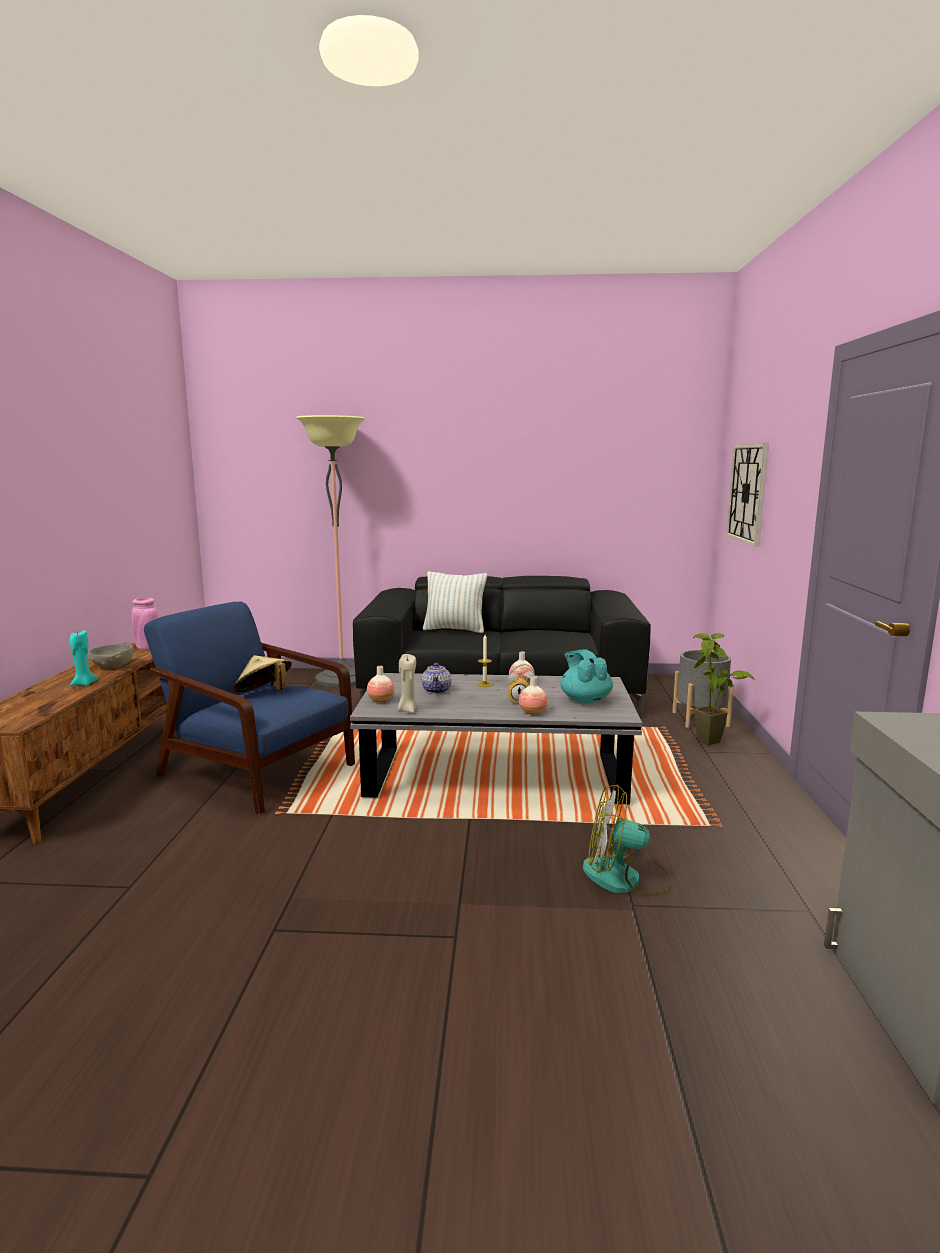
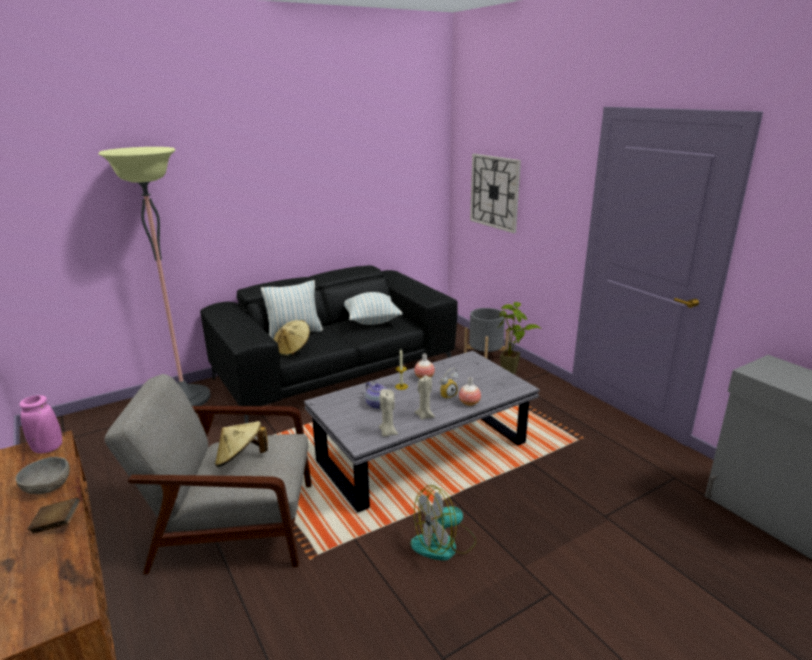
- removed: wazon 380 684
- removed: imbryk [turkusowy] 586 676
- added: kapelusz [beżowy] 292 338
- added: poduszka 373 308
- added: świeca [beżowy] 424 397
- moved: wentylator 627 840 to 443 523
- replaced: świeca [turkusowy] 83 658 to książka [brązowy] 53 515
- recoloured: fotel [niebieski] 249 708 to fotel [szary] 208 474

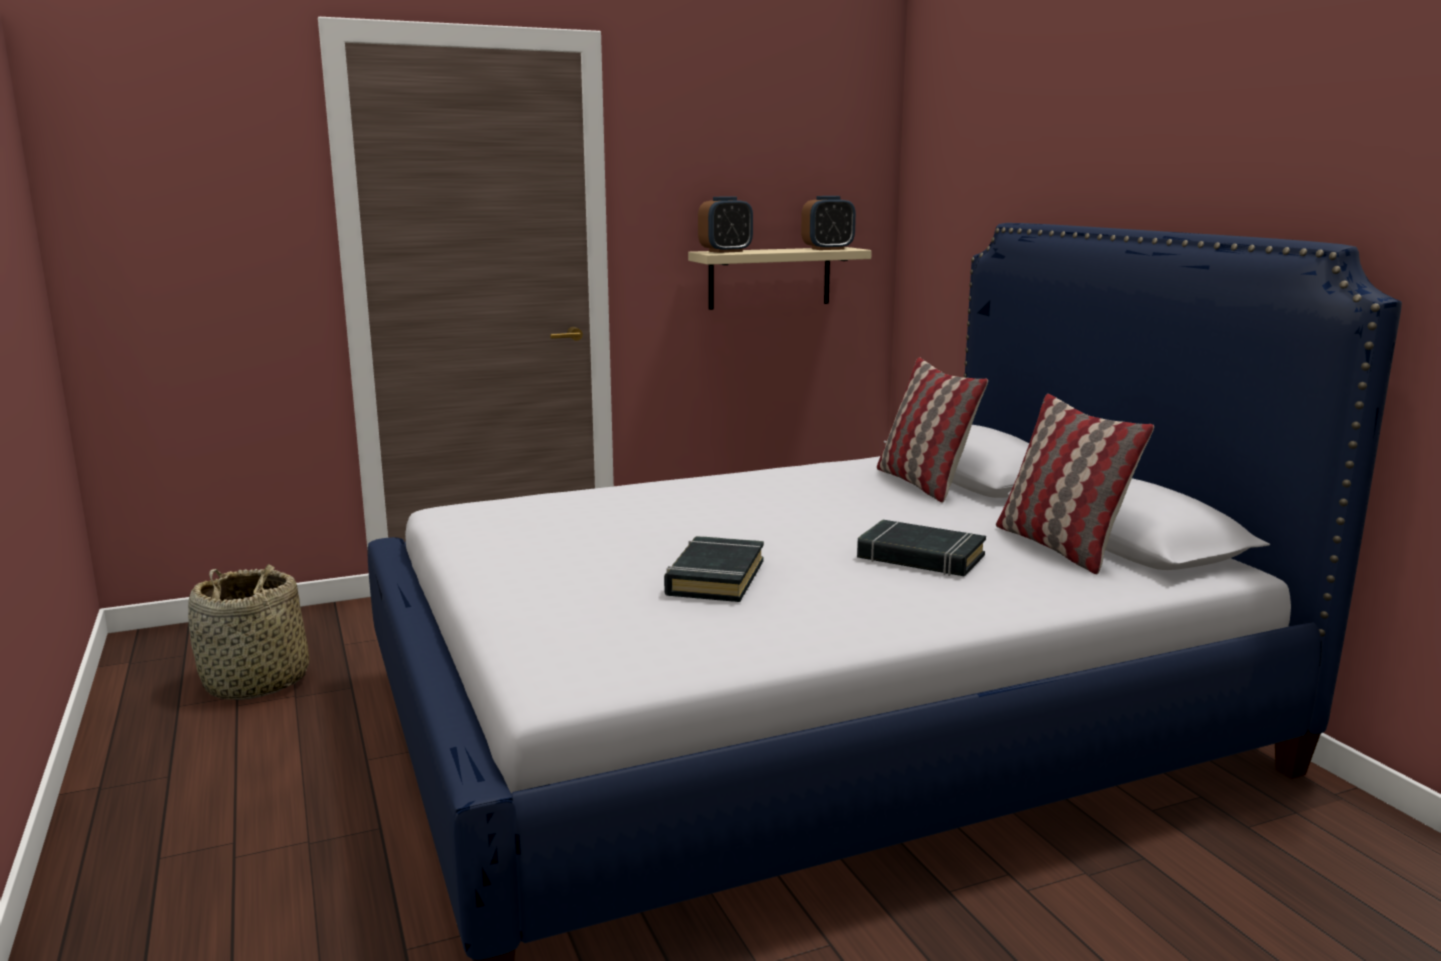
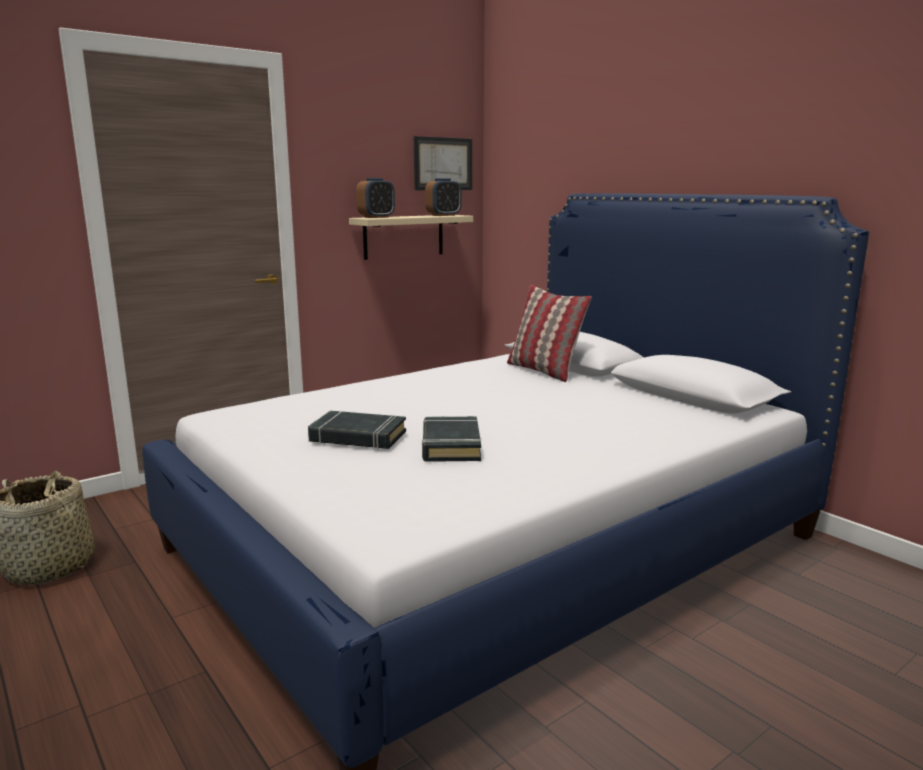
- removed: poduszka 1075 484
- added: obraz 443 163
- moved: książka [czarny] 921 548 to 357 430

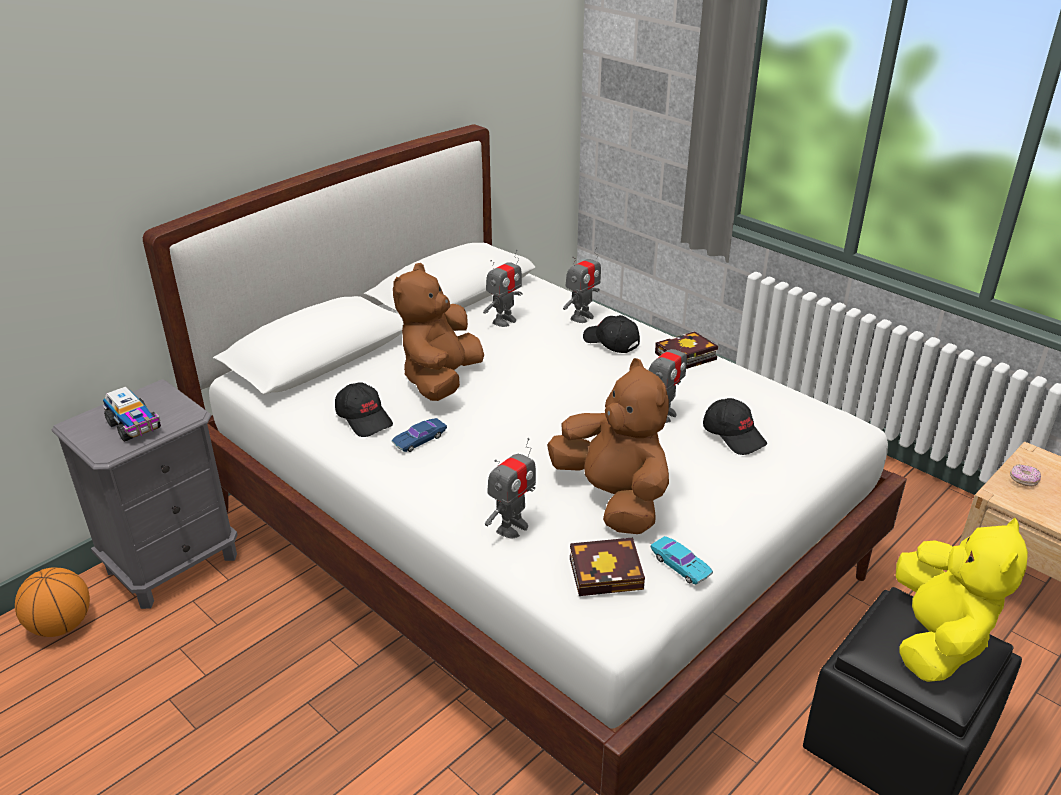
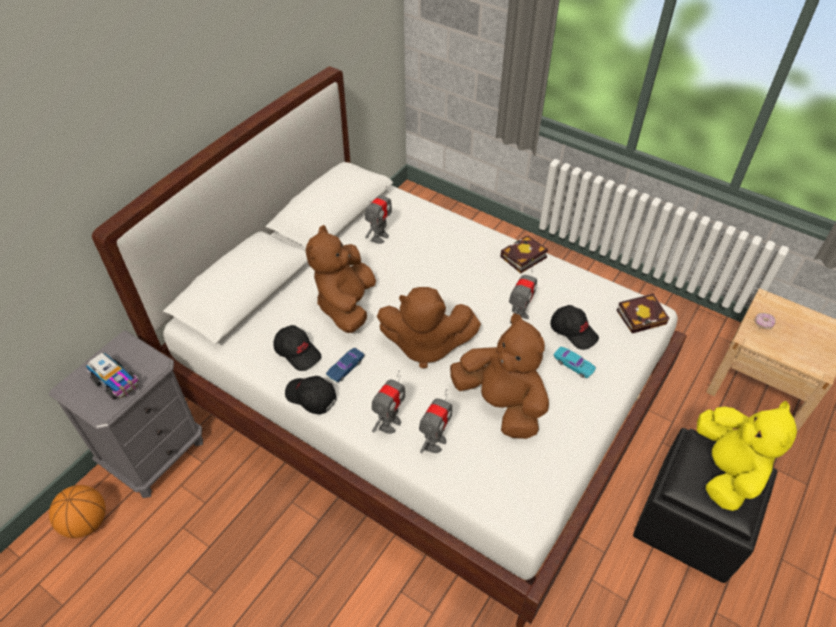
- added: pluszak [brązowy] 429 327
- moved: robot zabawkowy 582 284 to 388 402
- moved: książka 607 566 to 643 314
- moved: czapka z daszkiem [czarny] 611 334 to 310 395
- moved: samochodzik [turkusowy] 682 560 to 575 362

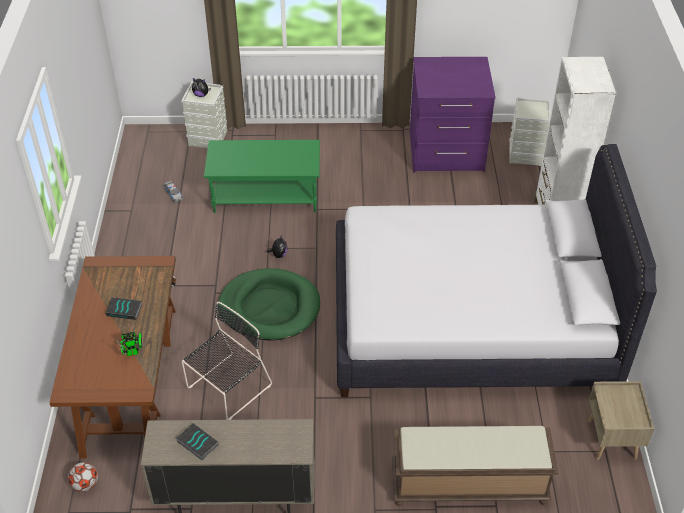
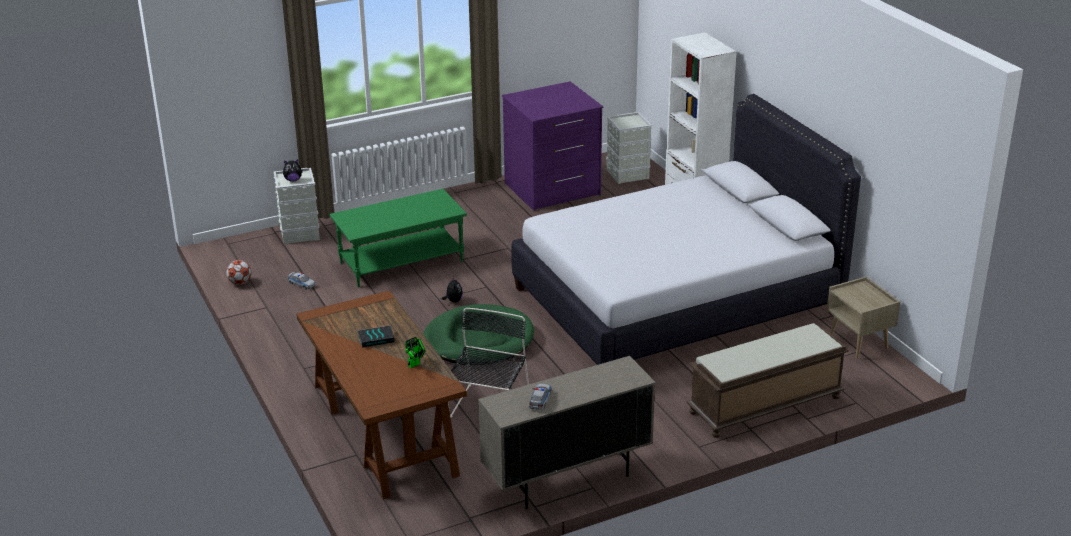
- moved: piłka futbolowa 83 477 to 238 272
- replaced: książka 197 442 to samochodzik 540 397

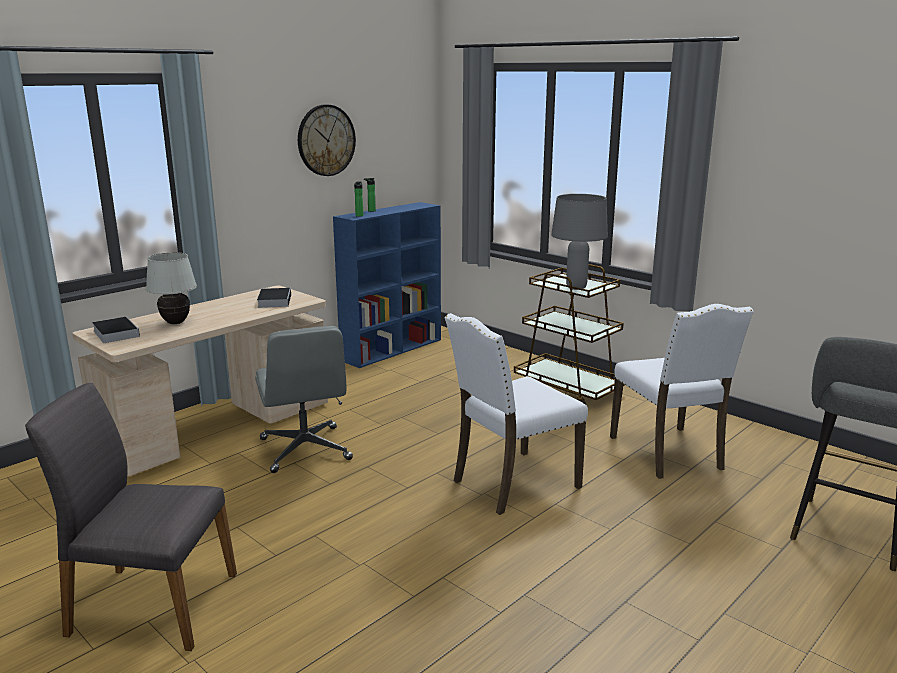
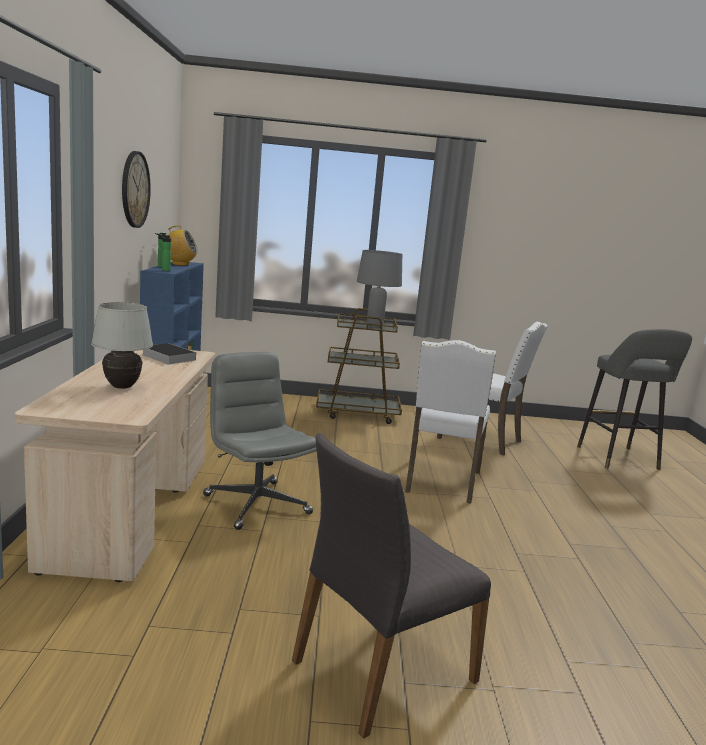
- removed: książka 116 330
- added: radio 179 246
- turned: krzesło biurowe [szary] 304 399 = 260 441 150 degrees counterclockwise

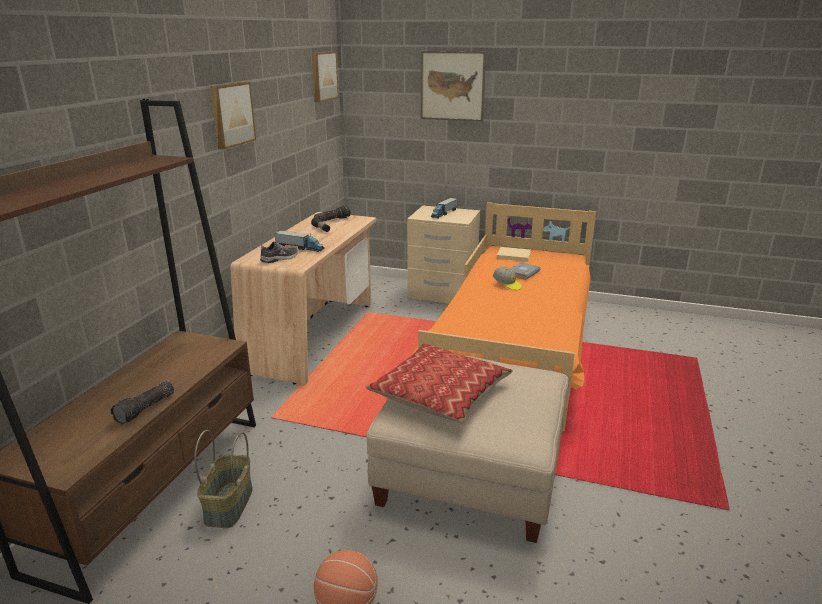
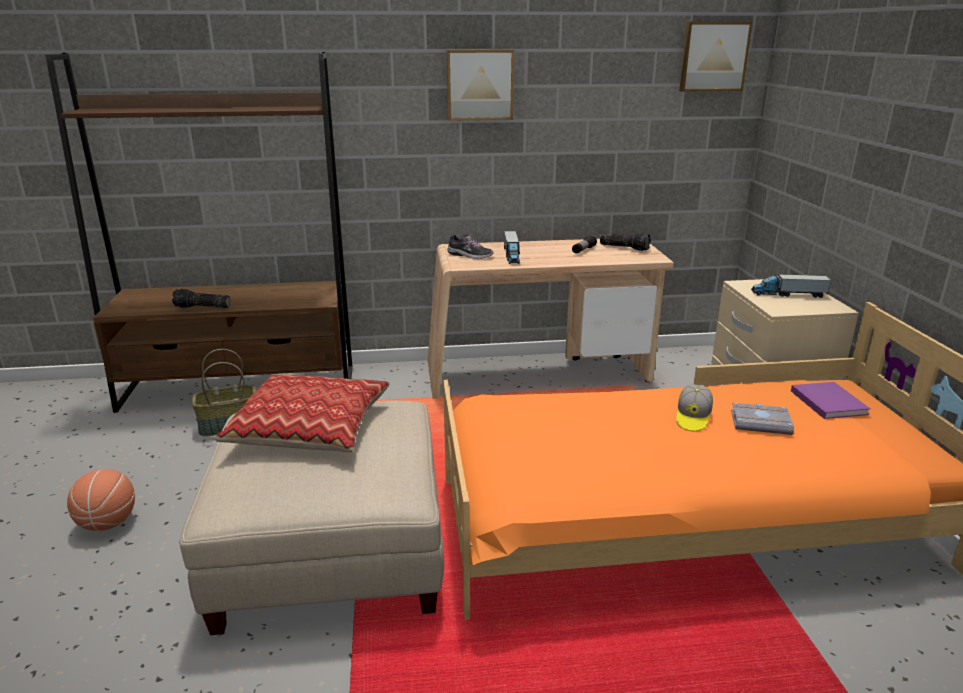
- removed: obraz 453 86
- recoloured: książka [beżowy] 514 254 to książka [fioletowy] 831 400

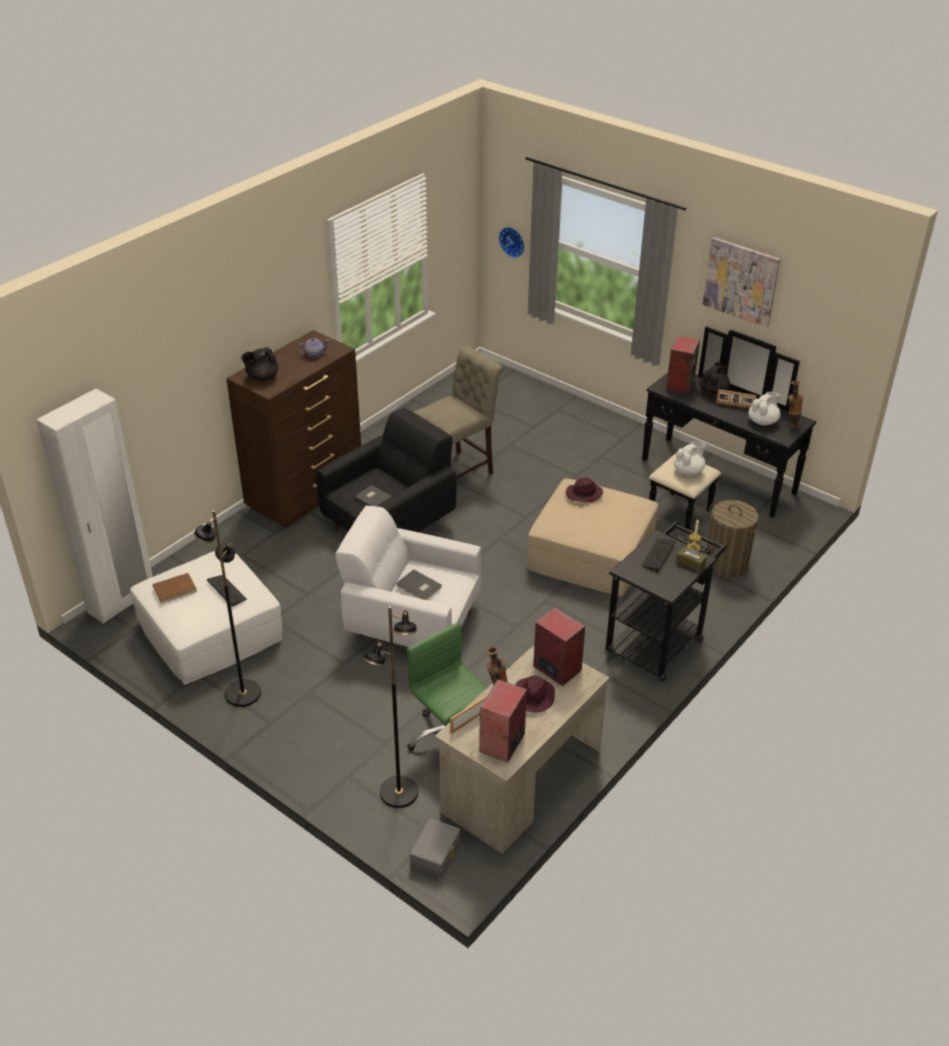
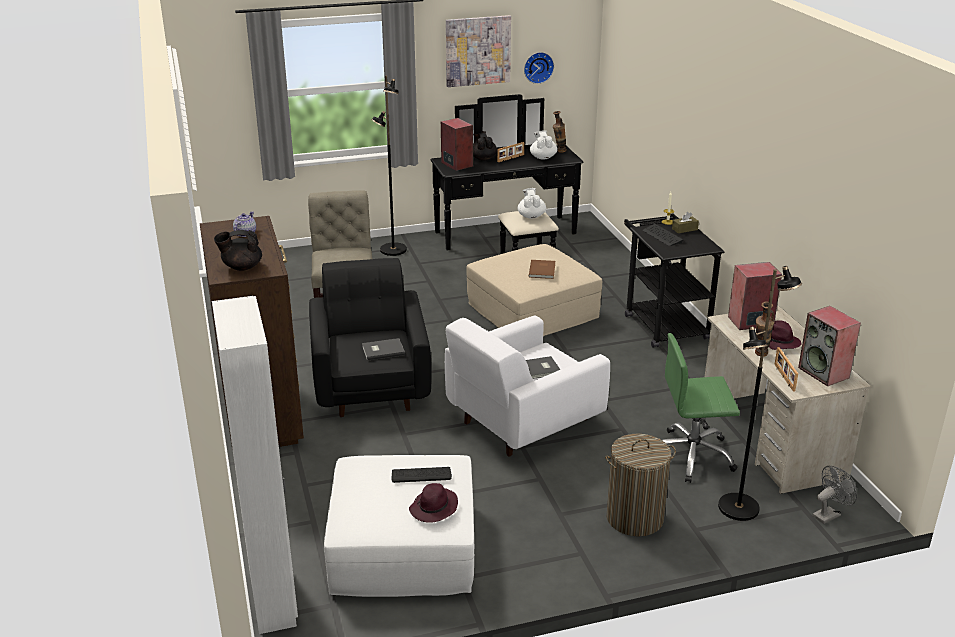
- moved: książka [brązowy] 174 588 to 542 269
- moved: lampa stojąca [czarny] 227 608 to 389 166
- moved: zegar ścienny 512 242 to 539 68
- moved: kapelusz [fioletowy] 584 490 to 433 503
- moved: kosz na pranie 734 539 to 640 485
- replaced: pojemnik do przechowywania [szary] 435 848 to wentylator [szary] 834 495
- turned: imbryk [czarny] 259 364 = 238 250 75 degrees clockwise

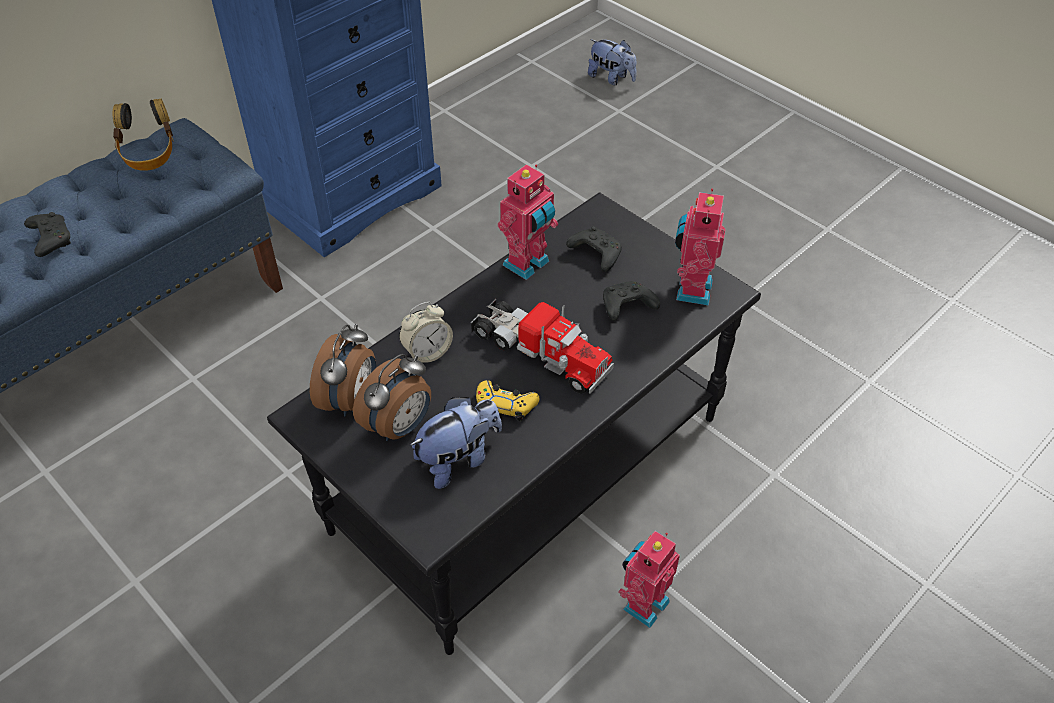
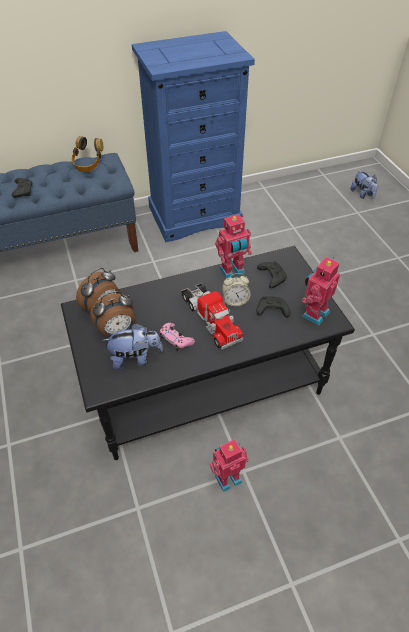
- moved: budzik 426 332 to 236 290
- recoloured: pad do gier [żółty] 508 400 to pad do gier [różowy] 177 337

